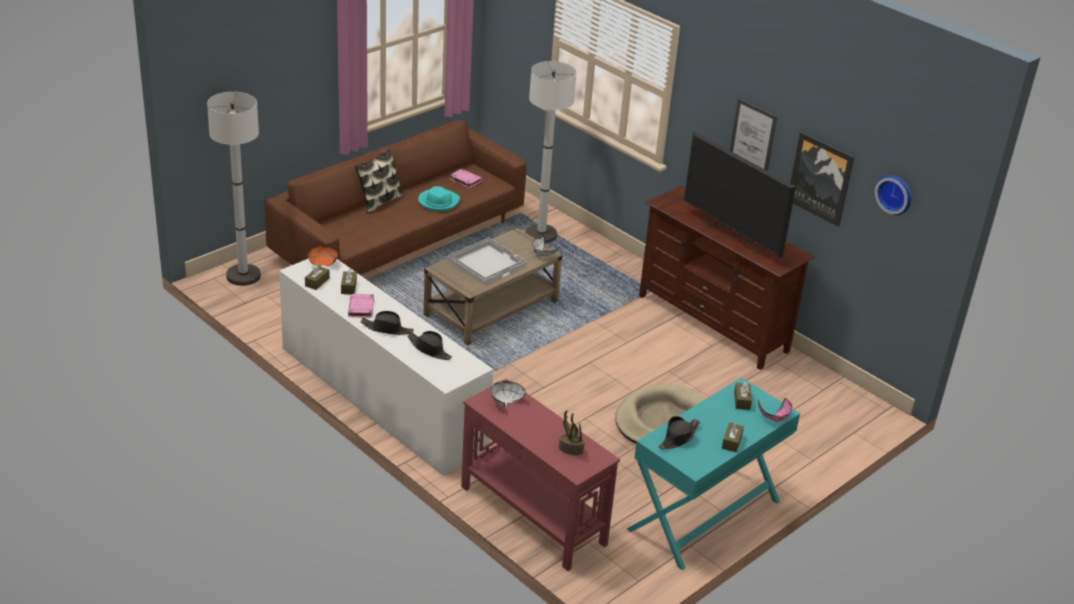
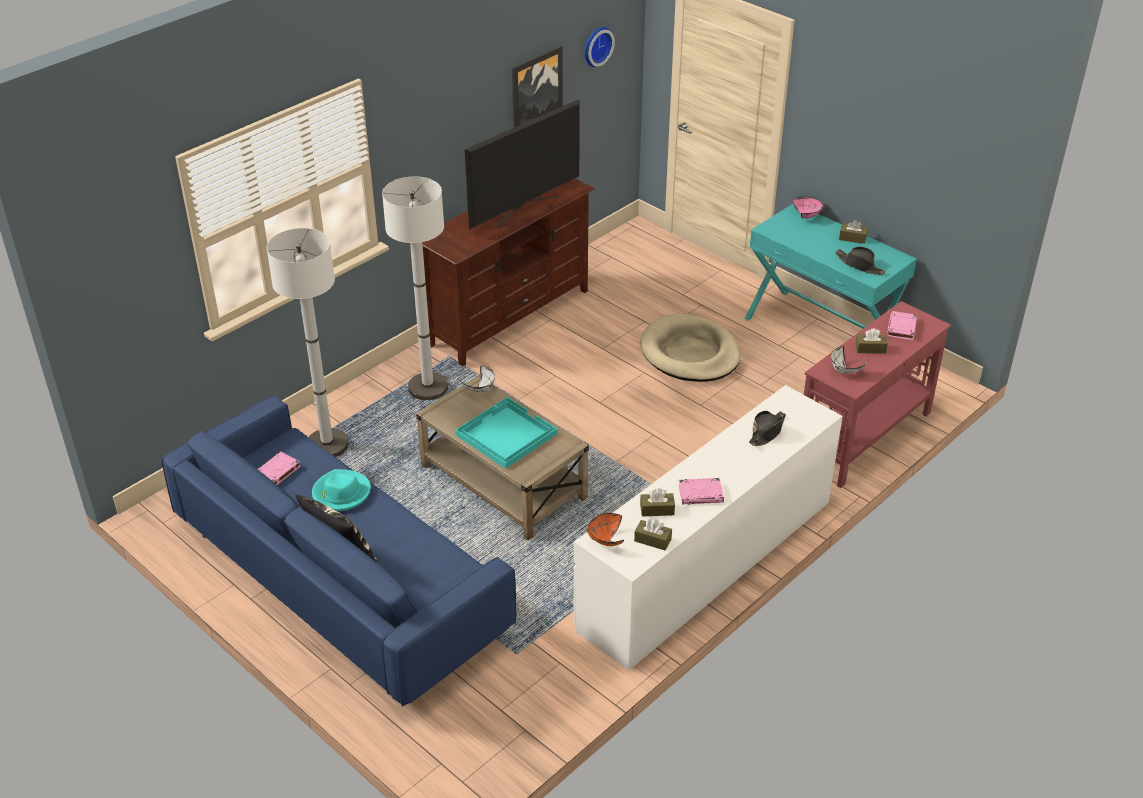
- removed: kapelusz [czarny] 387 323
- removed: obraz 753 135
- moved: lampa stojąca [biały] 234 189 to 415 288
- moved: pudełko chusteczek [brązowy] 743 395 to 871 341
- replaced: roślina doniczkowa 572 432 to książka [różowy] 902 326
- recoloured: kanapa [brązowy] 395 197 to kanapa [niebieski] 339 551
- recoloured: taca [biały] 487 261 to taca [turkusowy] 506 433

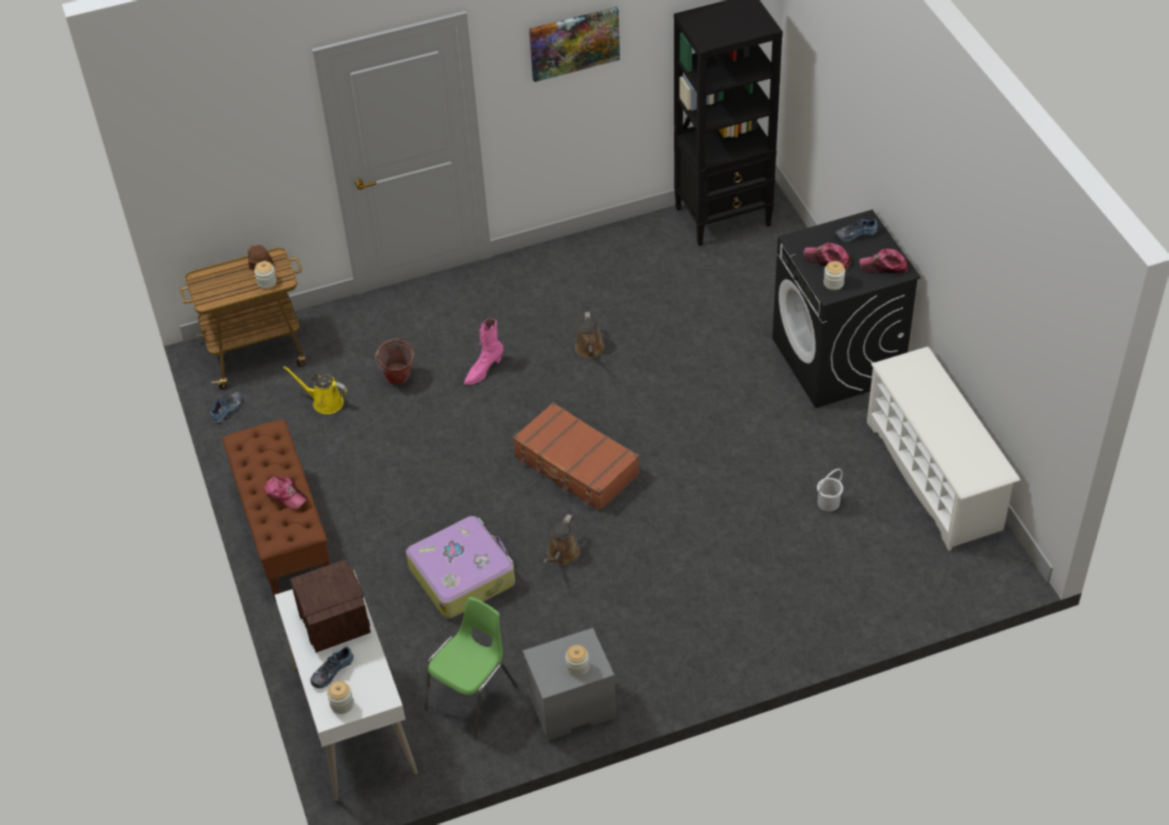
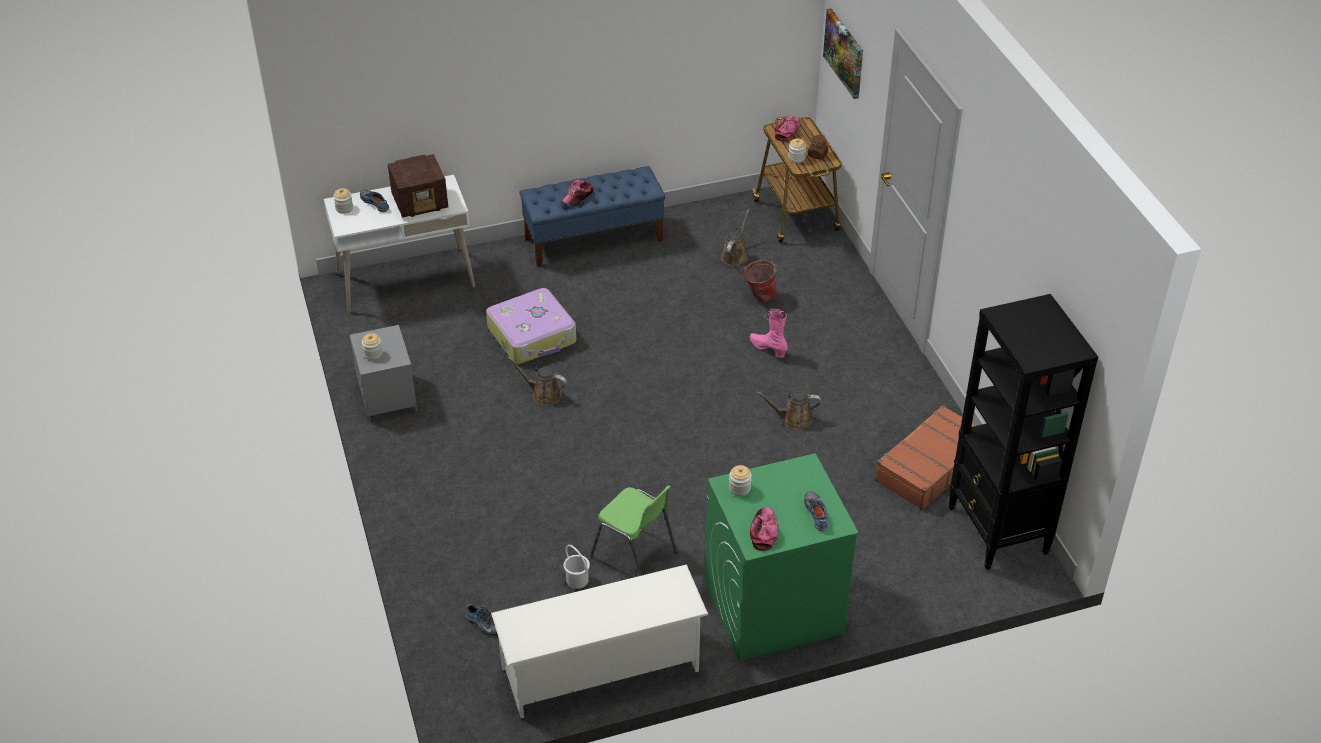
- moved: but 226 408 to 481 620
- moved: krzesło [zielony] 471 668 to 634 530
- moved: walizka [brązowy] 576 456 to 926 457
- moved: obraz 574 44 to 843 53
- moved: czapka z daszkiem 827 256 to 788 128
- recoloured: ławka [brązowy] 276 511 to ławka [niebieski] 592 216
- recoloured: konewka [żółty] 315 390 to konewka [brązowy] 735 237
- recoloured: pralka [czarny] 846 309 to pralka [zielony] 782 557

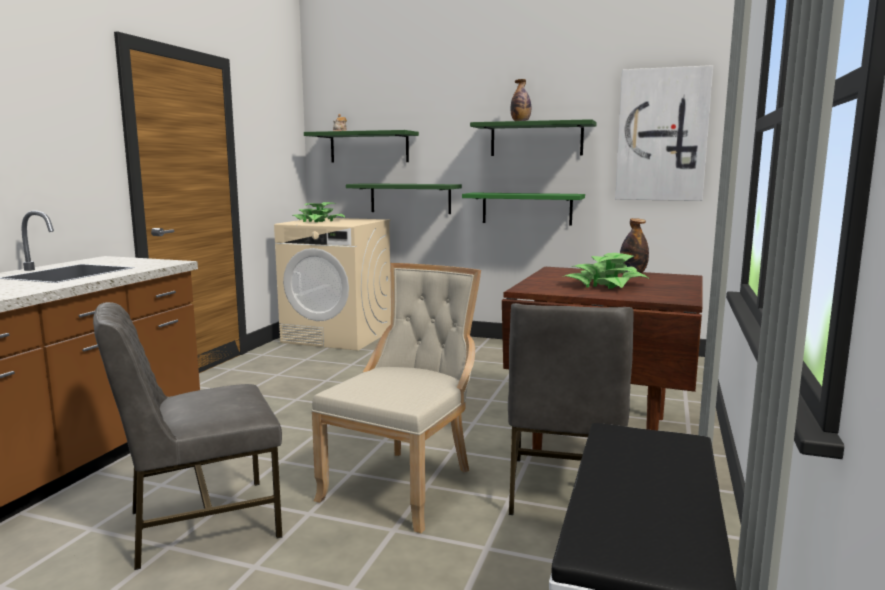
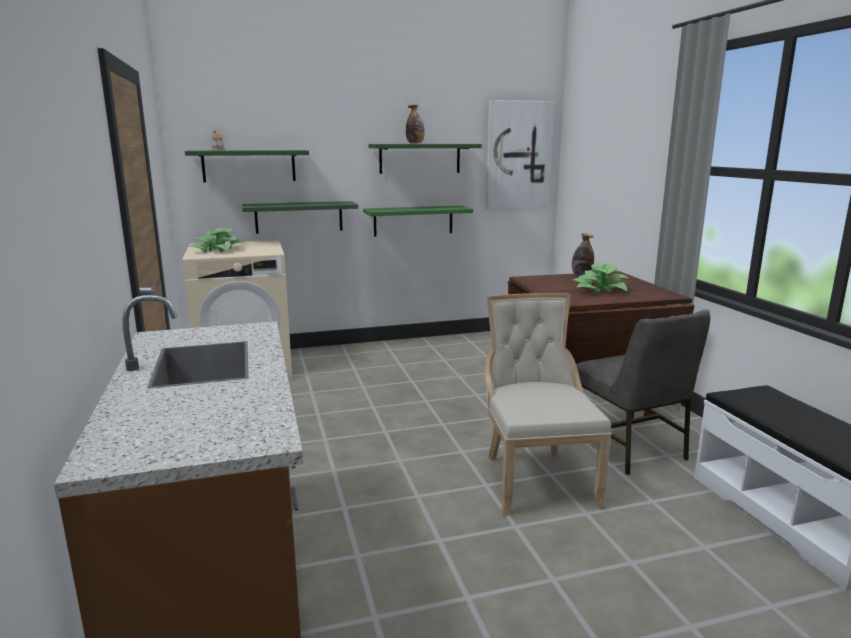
- removed: krzesło [szary] 187 436

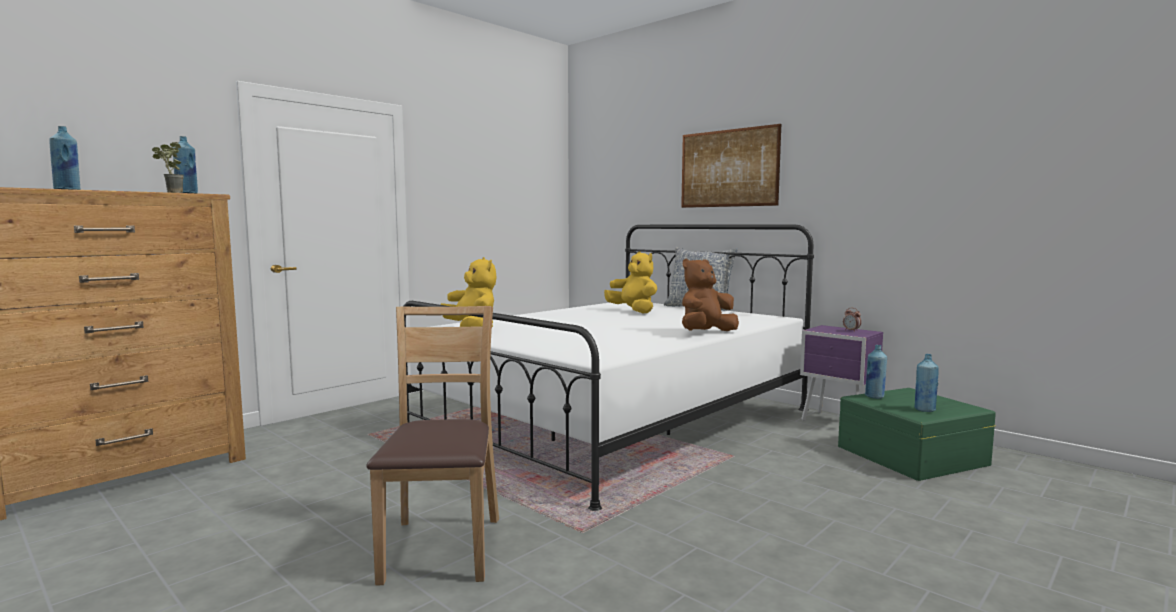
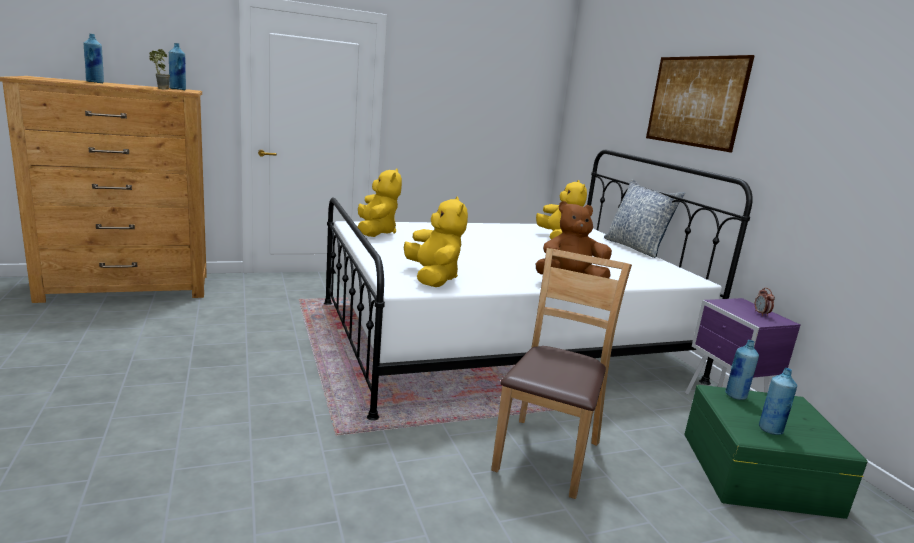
- added: pluszak [żółty] 436 242
- moved: krzesło [brązowy] 432 445 to 561 373

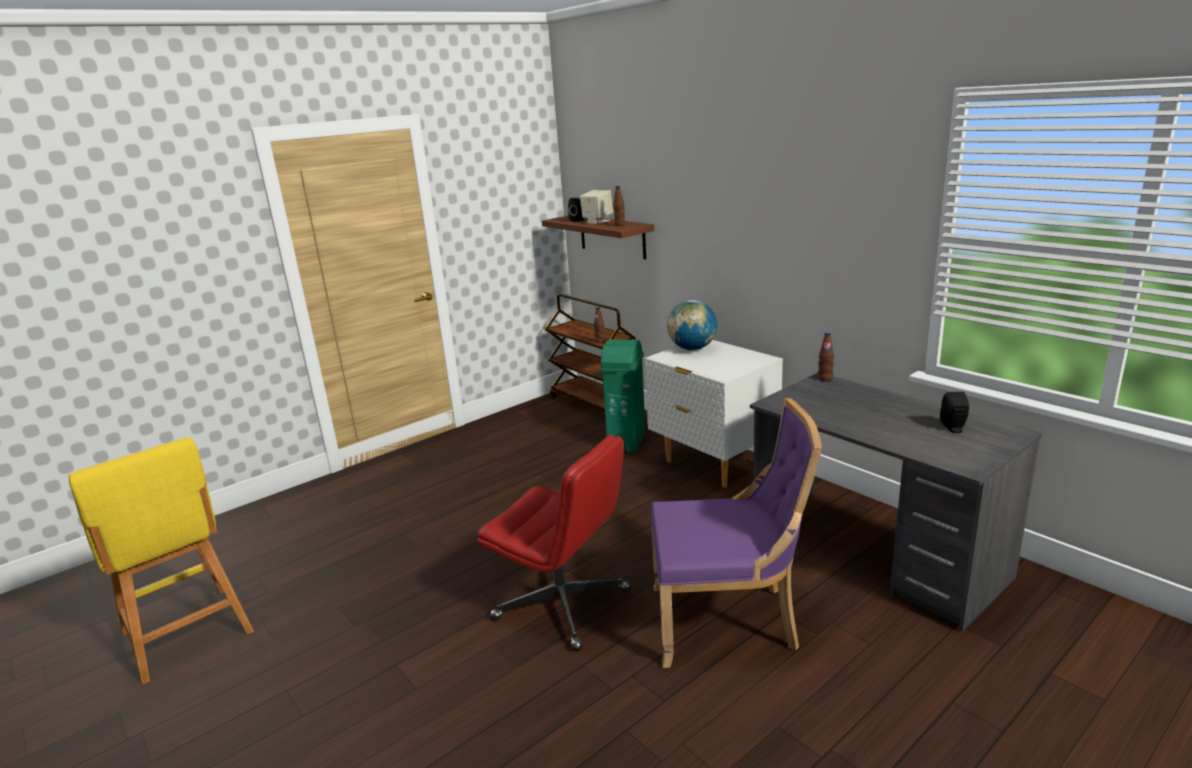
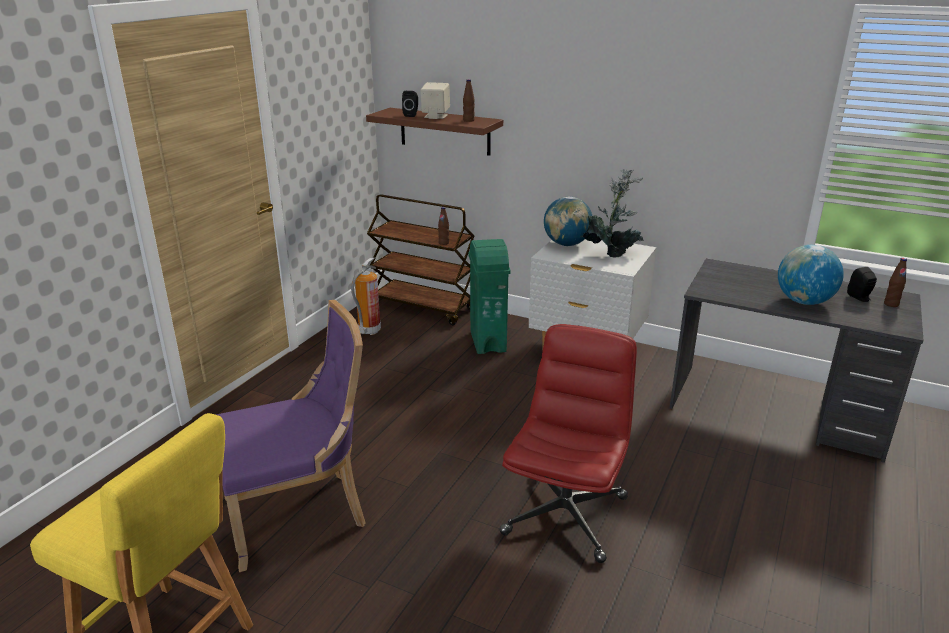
- added: gaśnica 366 296
- added: roślina doniczkowa 613 213
- added: globus 811 275
- moved: krzesło [fioletowy] 736 533 to 291 436
- moved: butelka [brązowy] 826 356 to 895 282
- turned: krzesło biurowe [czerwony] 554 543 = 568 443 75 degrees counterclockwise

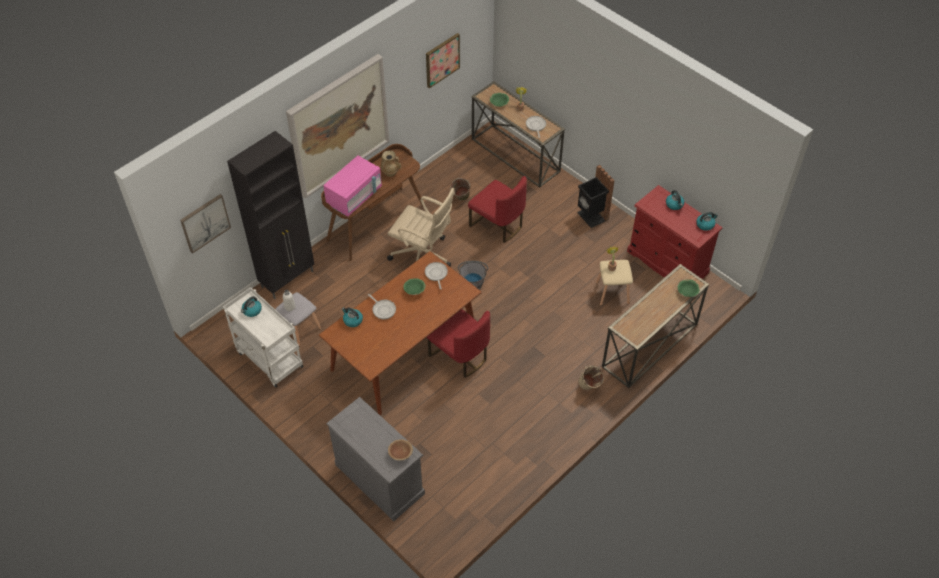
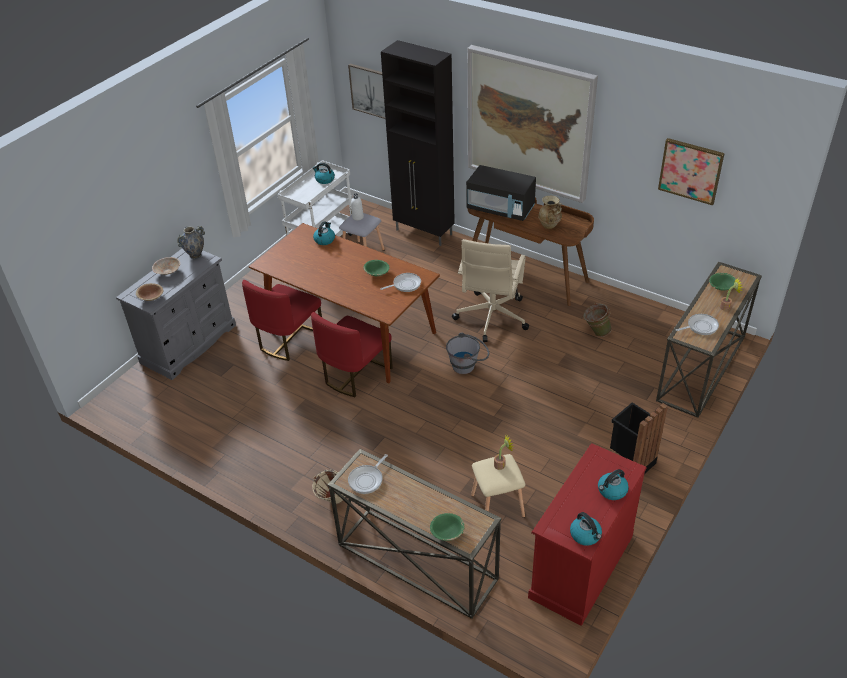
- added: miska [beżowy] 166 266
- added: wazon 191 242
- moved: patelnia 382 307 to 368 474
- moved: krzesło [czerwony] 497 209 to 282 320
- recoloured: mikrofalówka [różowy] 352 185 to mikrofalówka [czarny] 501 193

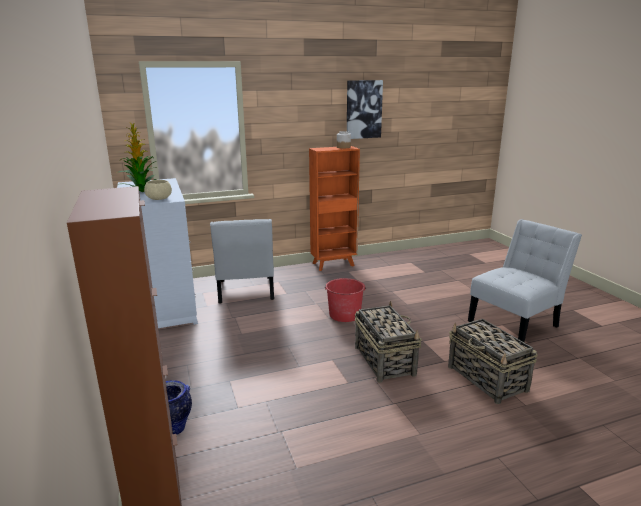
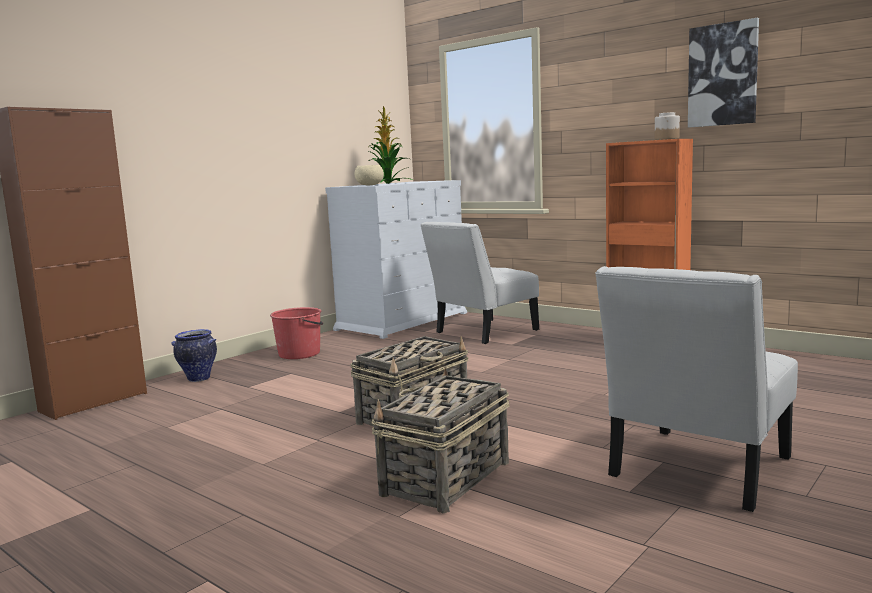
- moved: wiadro [czerwony] 345 300 to 296 333
- turned: krzesło [biały] 525 280 = 696 389 105 degrees clockwise

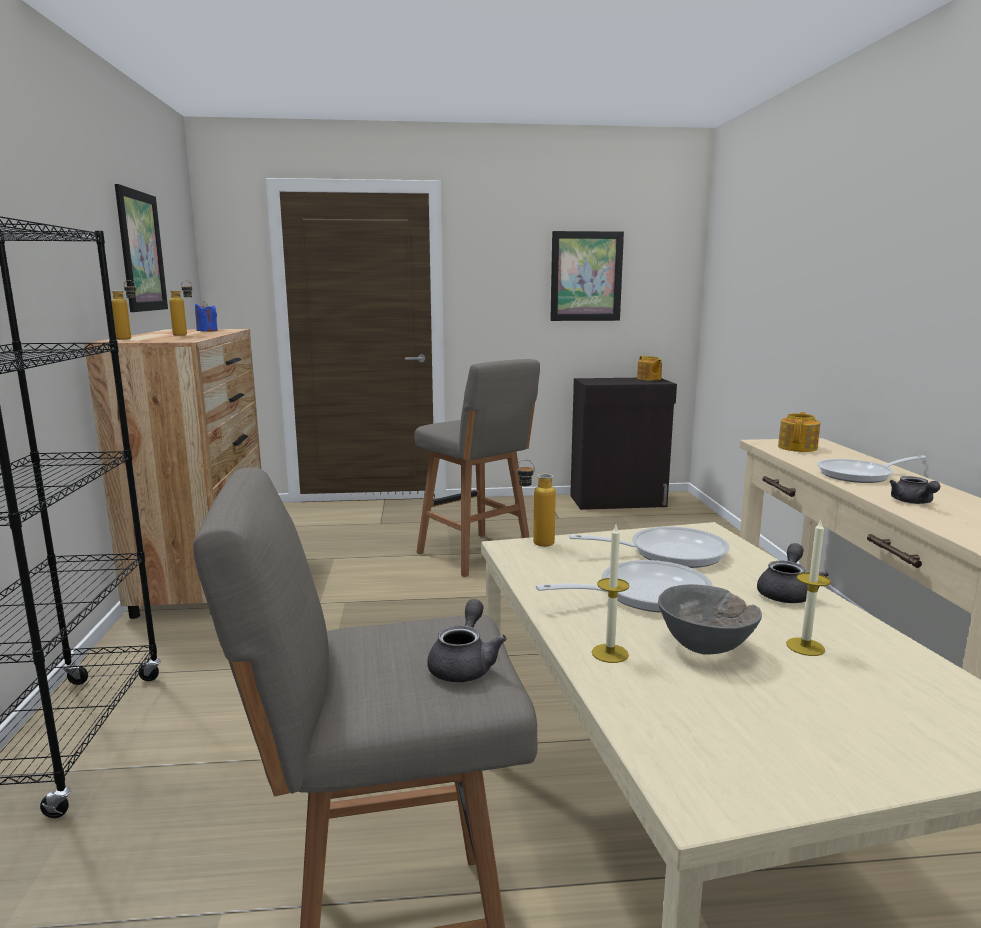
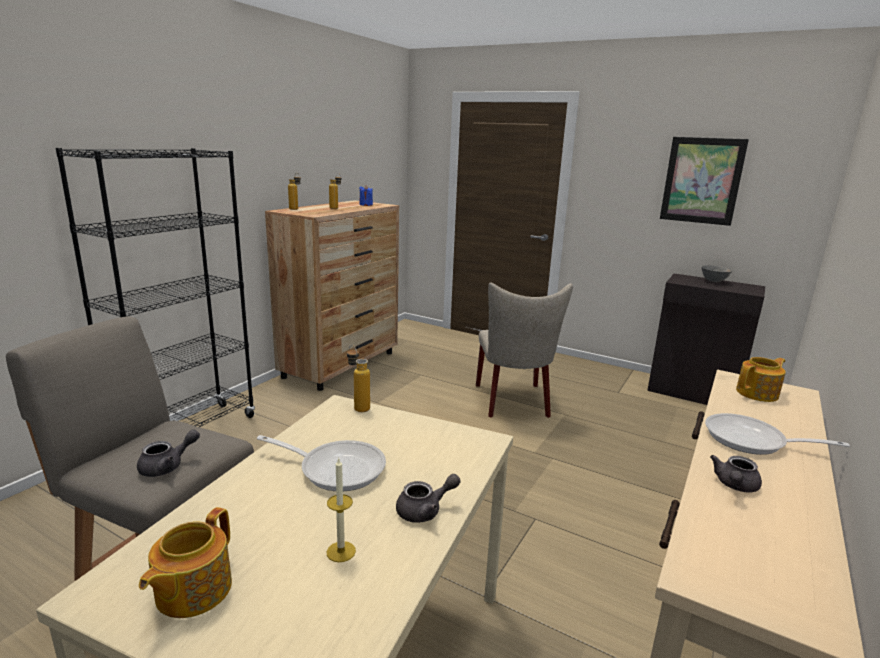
- removed: obraz 141 248
- removed: patelnia 649 547
- removed: świeca 611 594
- moved: imbryk 649 368 to 185 562
- moved: miska [szary] 710 619 to 716 273
- replaced: stołek [szary] 477 468 to krzesło [beżowy] 524 350

